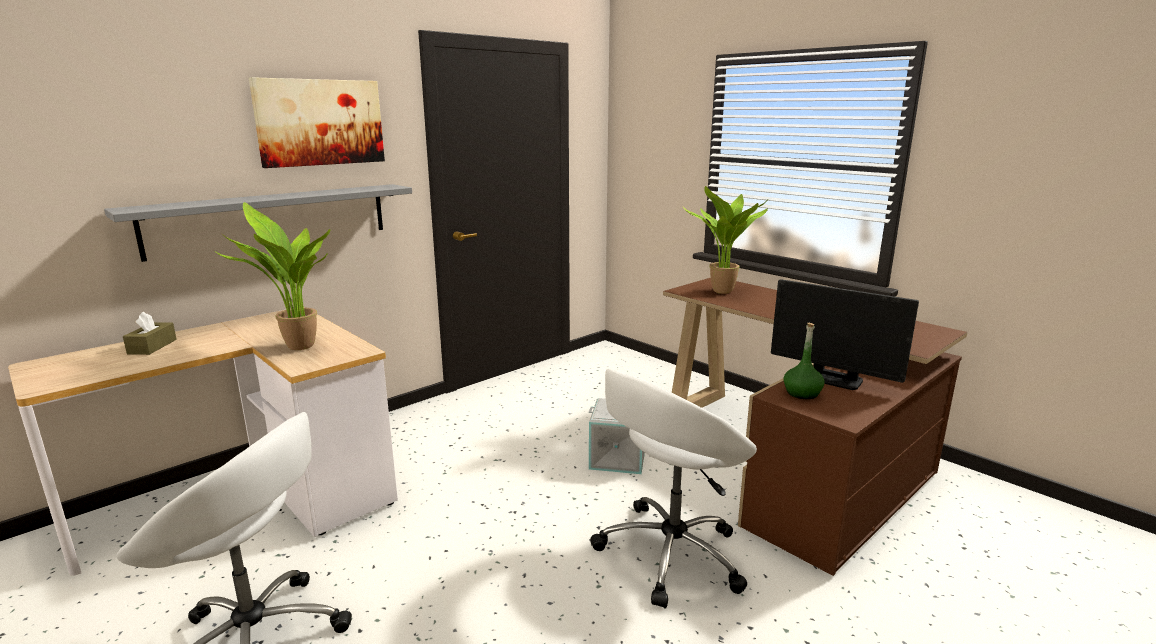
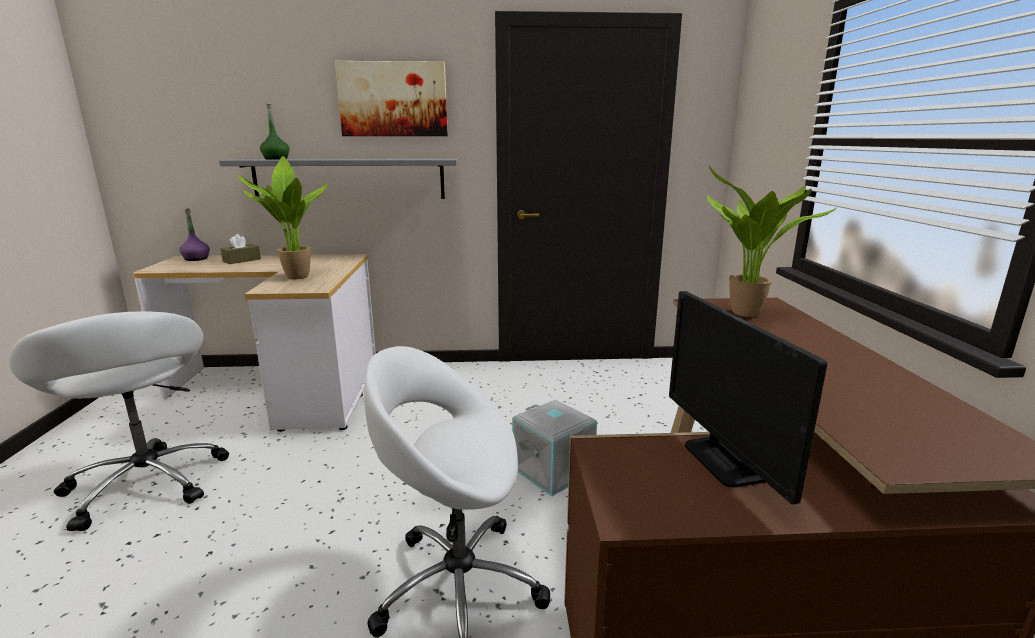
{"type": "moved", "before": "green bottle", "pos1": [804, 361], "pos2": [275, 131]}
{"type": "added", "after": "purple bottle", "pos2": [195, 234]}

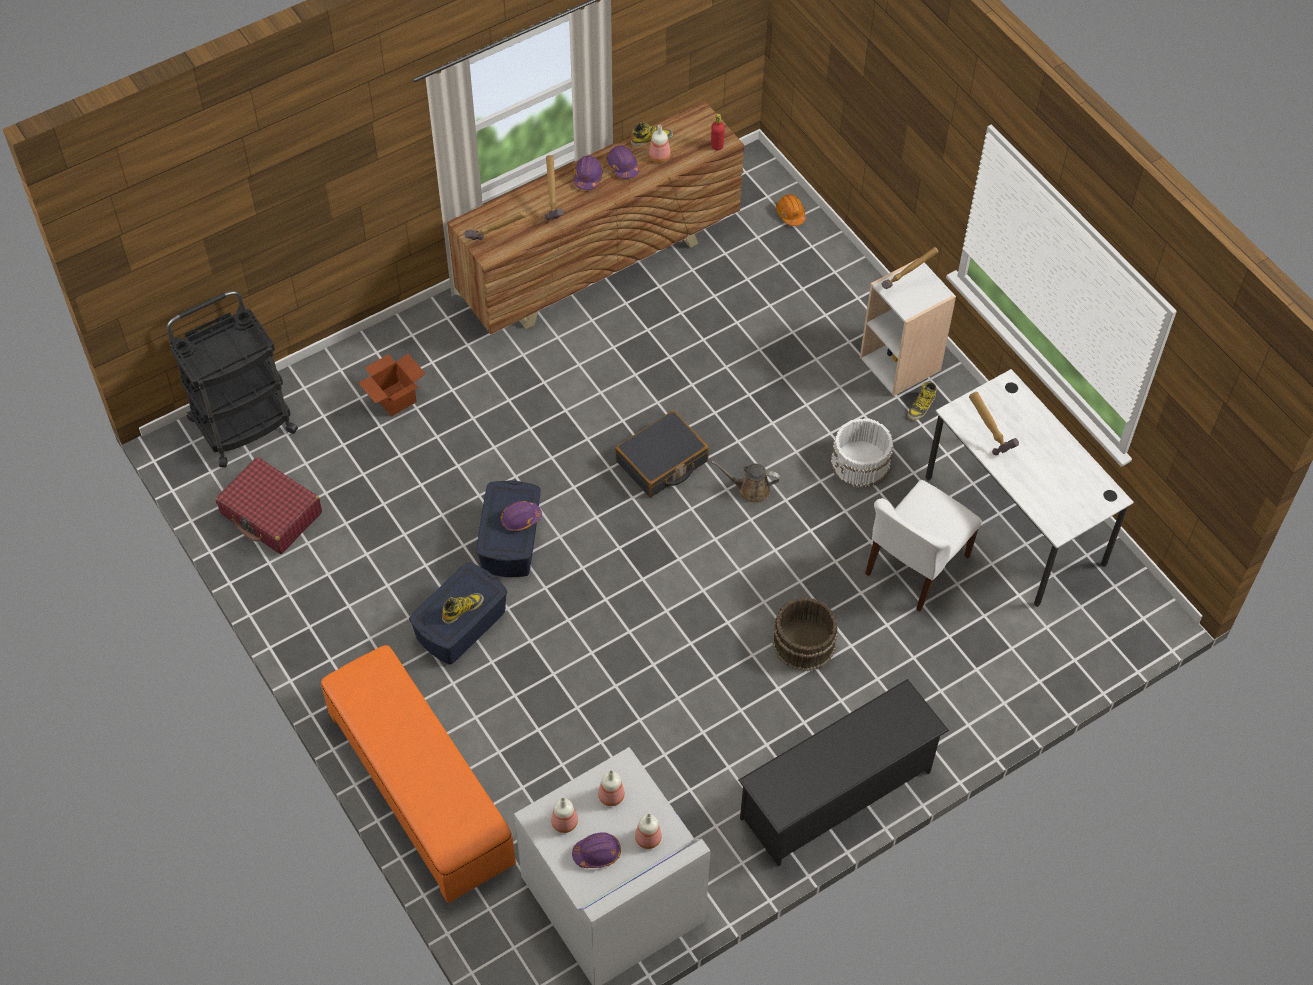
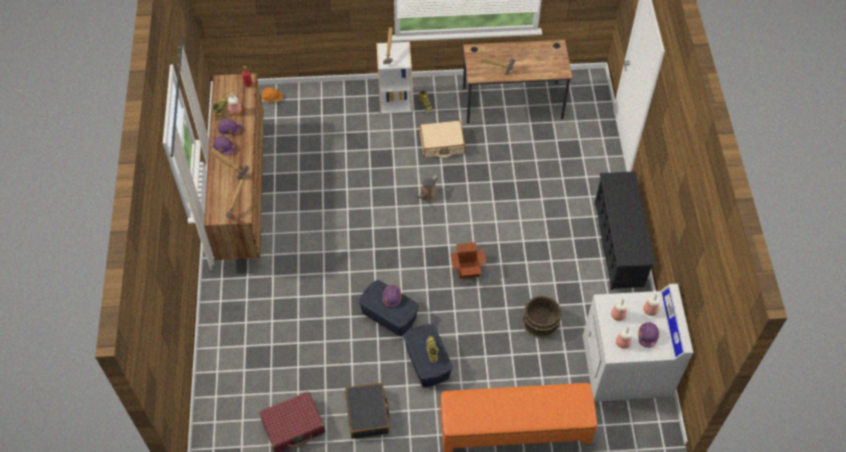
{"type": "removed", "before": "black cart", "pos1": [232, 379]}
{"type": "moved", "before": "cardboard box", "pos1": [391, 385], "pos2": [468, 260]}
{"type": "moved", "before": "black suitcase", "pos1": [662, 454], "pos2": [367, 410]}
{"type": "moved", "before": "brown bucket", "pos1": [805, 634], "pos2": [541, 317]}
{"type": "replaced", "before": "white bucket", "after": "beige suitcase", "pos1": [862, 453], "pos2": [443, 139]}
{"type": "removed", "before": "white chair", "pos1": [923, 546]}
{"type": "recoloured", "before": "white desk", "after": "brown desk", "pos1": [1030, 488], "pos2": [517, 82]}

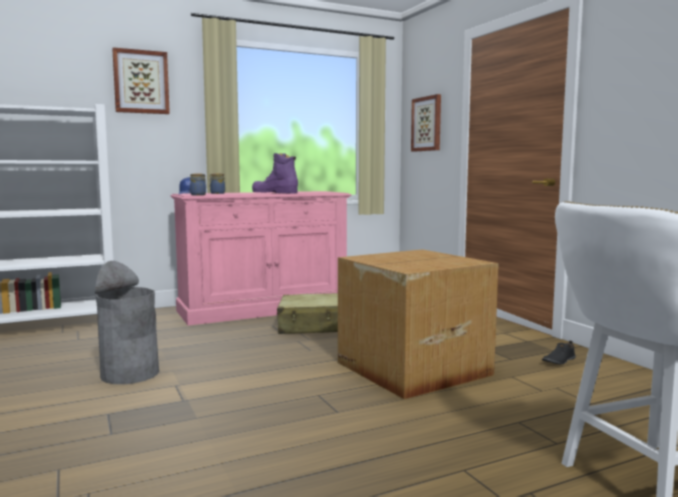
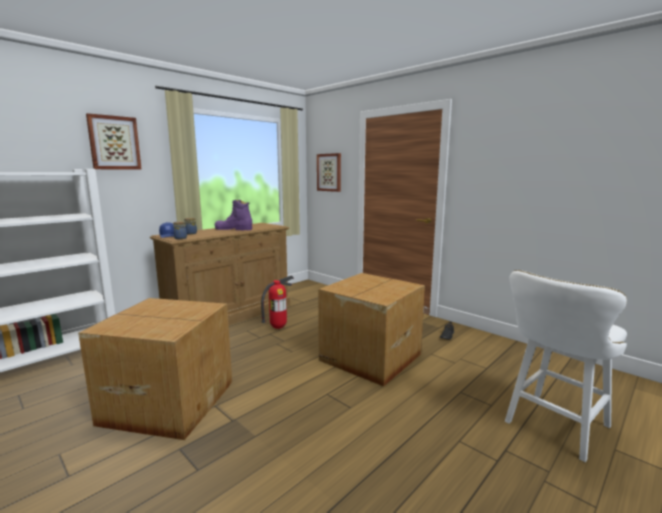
{"type": "replaced", "before": "grey trash can", "after": "cardboard box", "pos1": [127, 322], "pos2": [155, 369]}
{"type": "recoloured", "before": "pink cabinet", "after": "brown cabinet", "pos1": [260, 258], "pos2": [220, 274]}
{"type": "replaced", "before": "beige suitcase", "after": "fire extinguisher", "pos1": [307, 313], "pos2": [277, 302]}

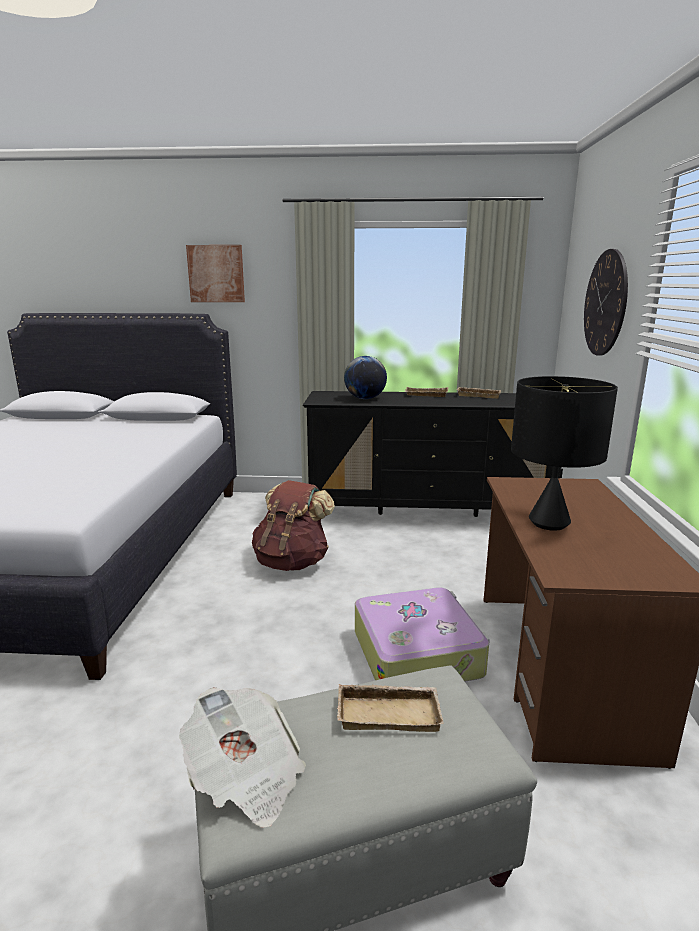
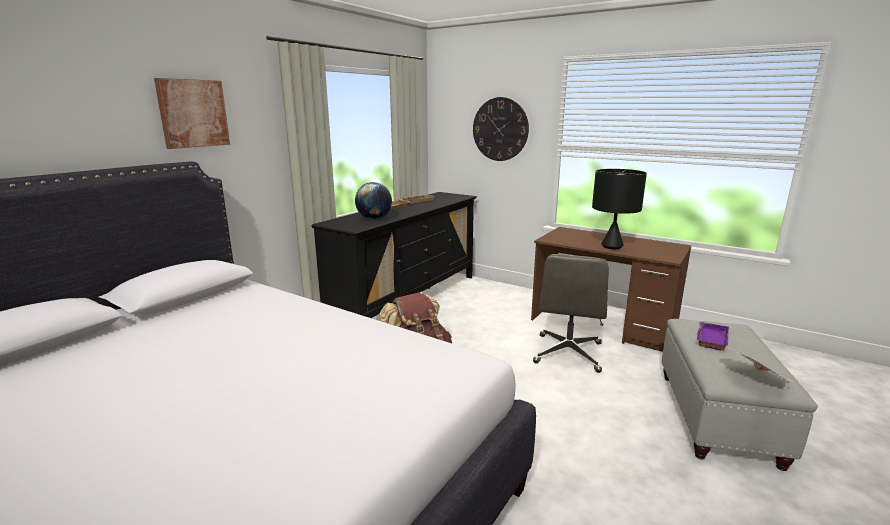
{"type": "recoloured", "before": "beige tray", "after": "purple tray", "pos1": [390, 708], "pos2": [713, 336]}
{"type": "replaced", "before": "suitcase", "after": "grey office chair", "pos1": [422, 634], "pos2": [571, 313]}

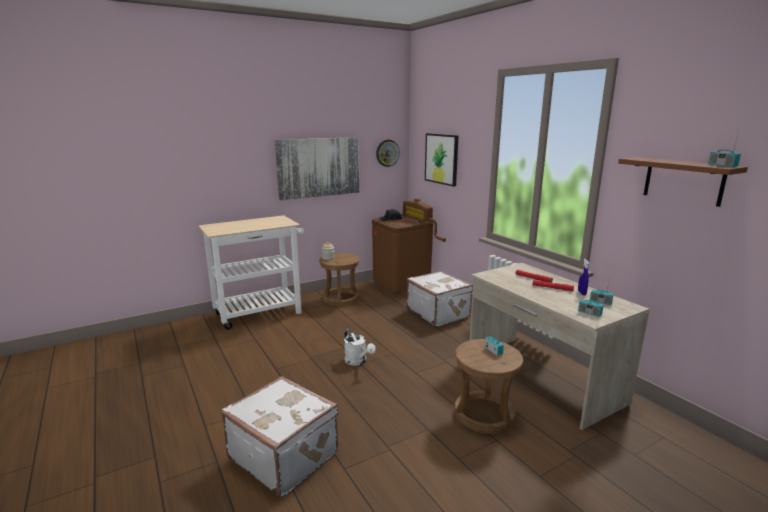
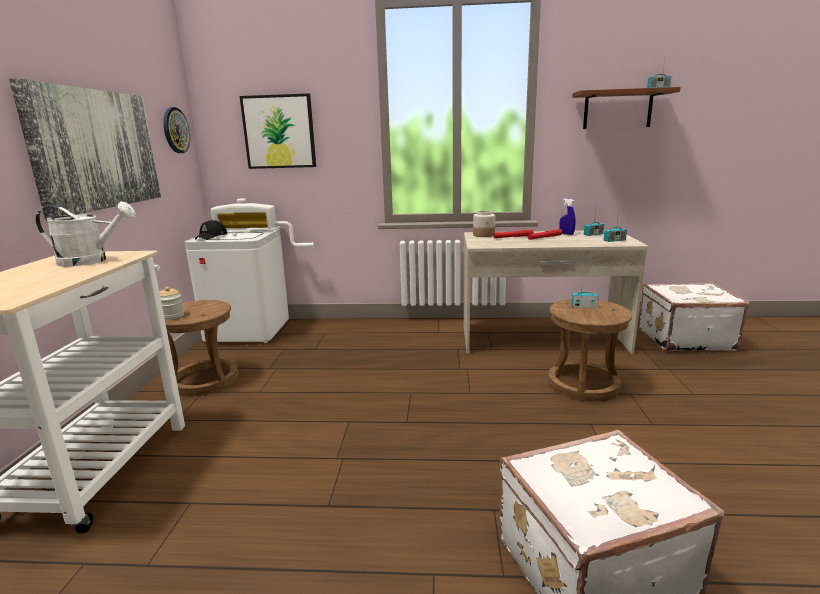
{"type": "moved", "before": "white watering can", "pos1": [360, 347], "pos2": [85, 234]}
{"type": "recoloured", "before": "brown washing machine", "after": "white washing machine", "pos1": [409, 246], "pos2": [249, 270]}
{"type": "moved", "before": "white suitcase", "pos1": [440, 299], "pos2": [694, 317]}
{"type": "added", "after": "jar", "pos2": [484, 224]}

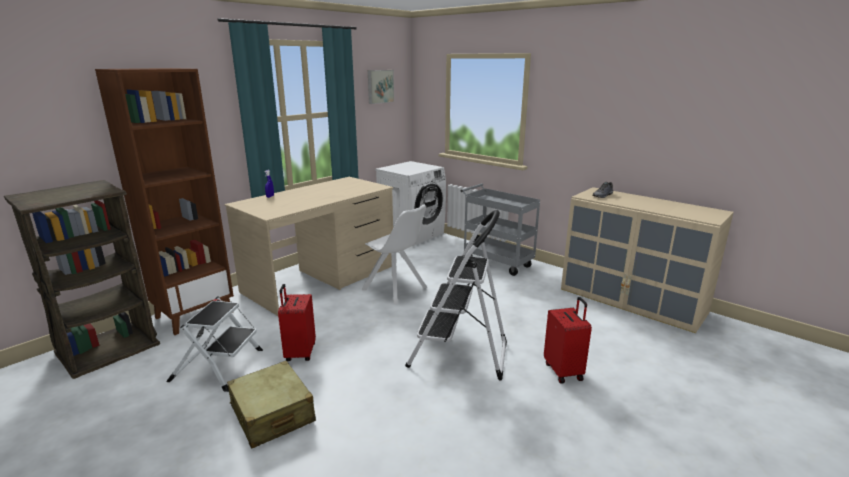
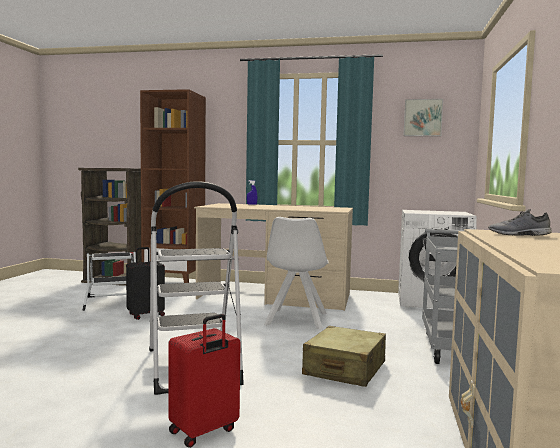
{"type": "moved", "before": "beige suitcase", "pos1": [271, 404], "pos2": [344, 356]}
{"type": "recoloured", "before": "red suitcase", "after": "black suitcase", "pos1": [297, 322], "pos2": [145, 283]}

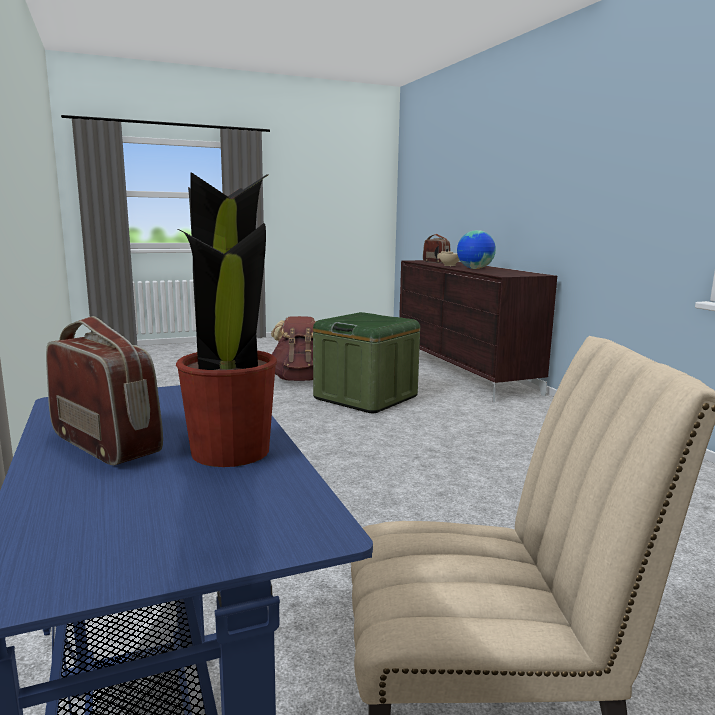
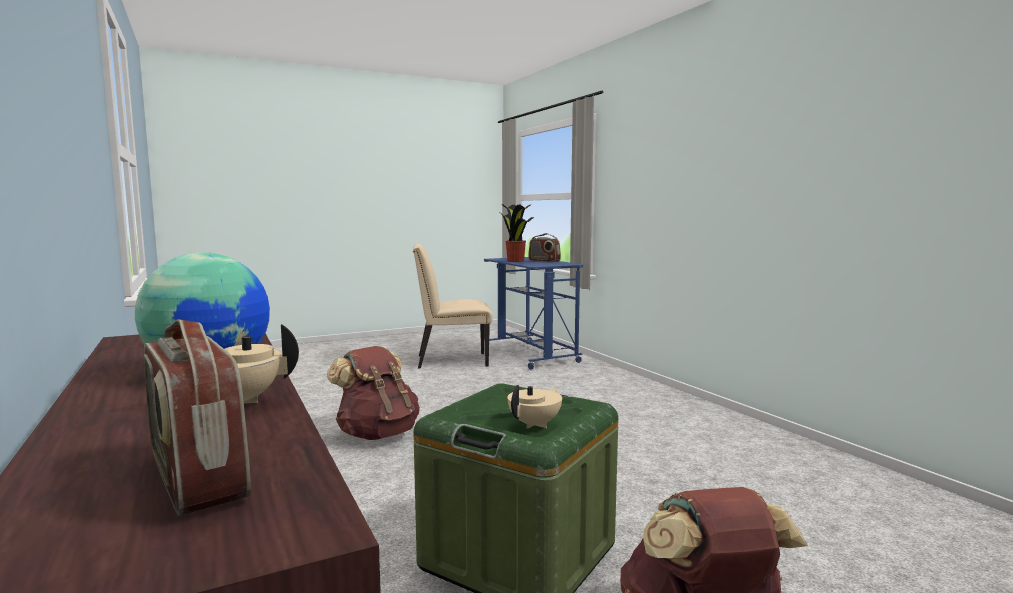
{"type": "added", "after": "brown backpack", "pos2": [373, 393]}
{"type": "added", "after": "beige teapot", "pos2": [534, 407]}

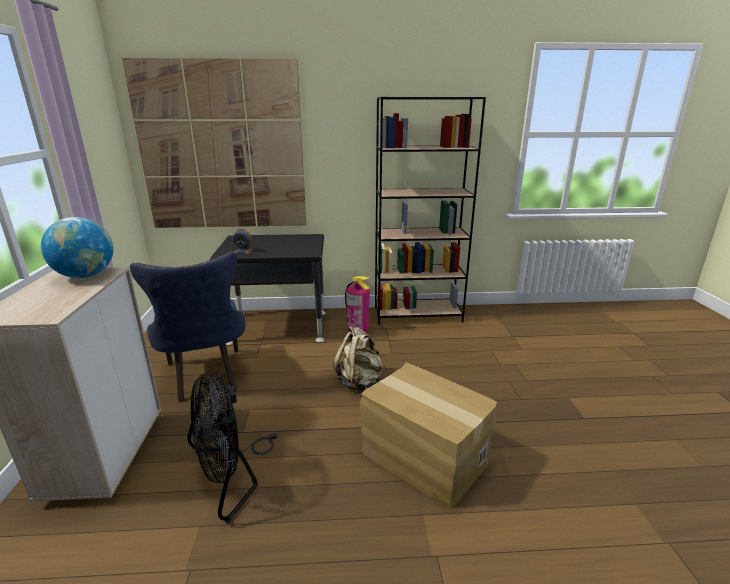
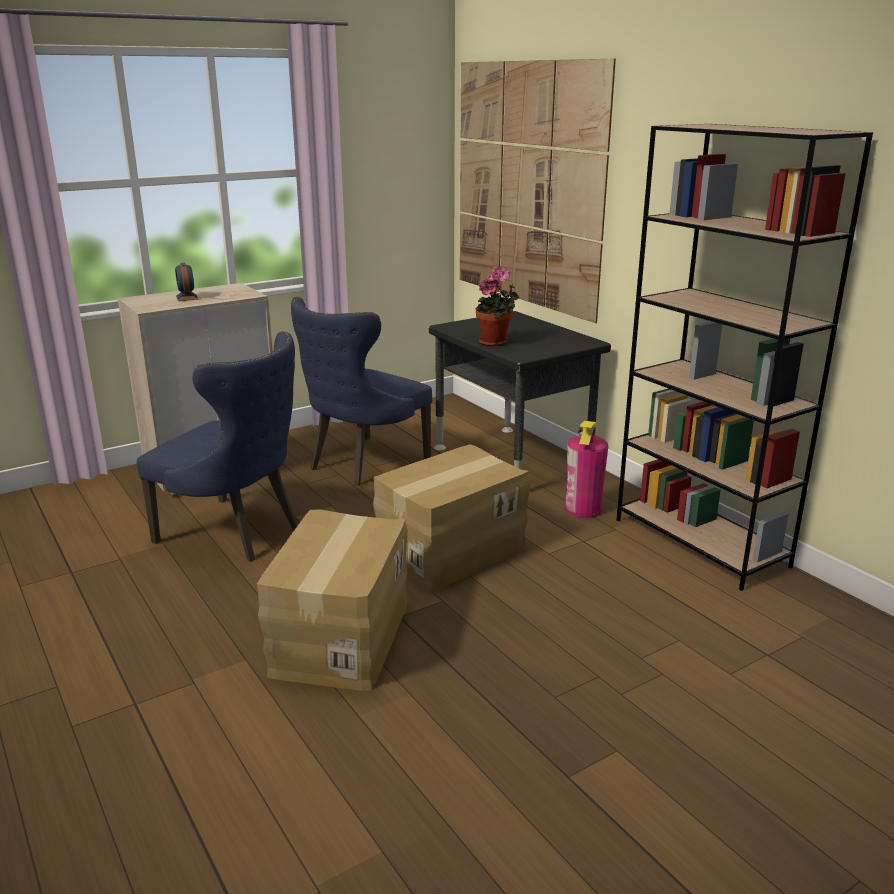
{"type": "removed", "before": "globe", "pos1": [77, 247]}
{"type": "replaced", "before": "black fan", "after": "blue chair", "pos1": [232, 448], "pos2": [217, 446]}
{"type": "moved", "before": "alarm clock", "pos1": [243, 241], "pos2": [186, 282]}
{"type": "replaced", "before": "beige backpack", "after": "cardboard box", "pos1": [357, 359], "pos2": [452, 518]}
{"type": "added", "after": "potted plant", "pos2": [498, 306]}

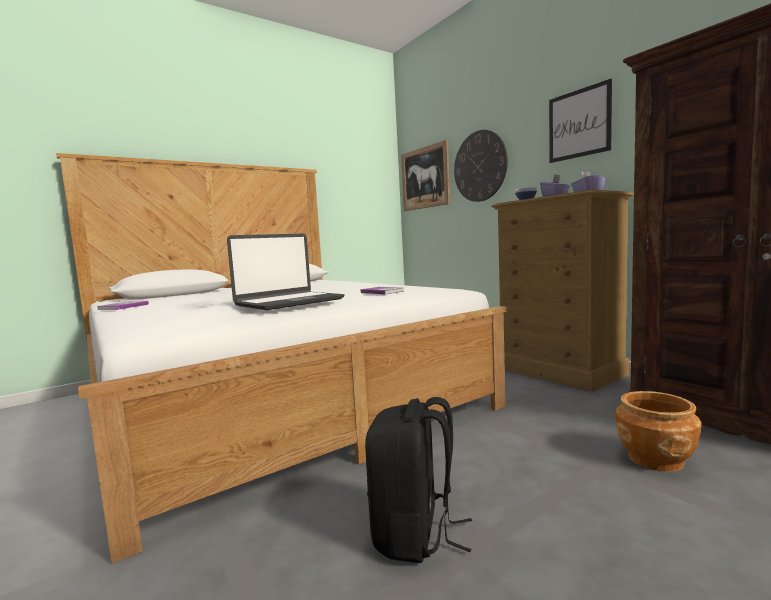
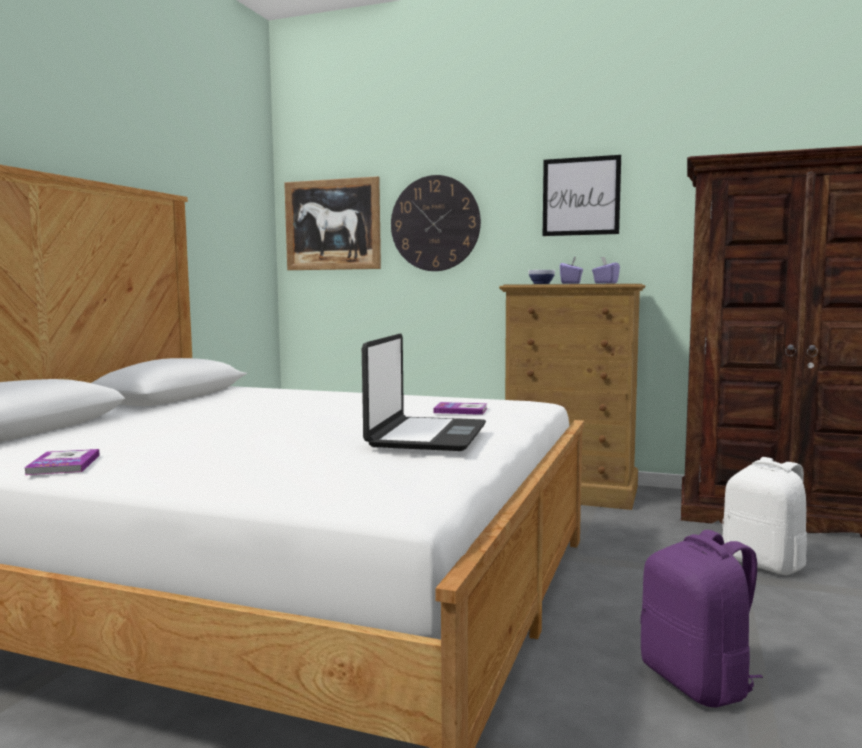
{"type": "recoloured", "before": "black backpack", "after": "purple backpack", "pos1": [418, 480], "pos2": [701, 618]}
{"type": "replaced", "before": "brown planter", "after": "white backpack", "pos1": [658, 431], "pos2": [764, 516]}

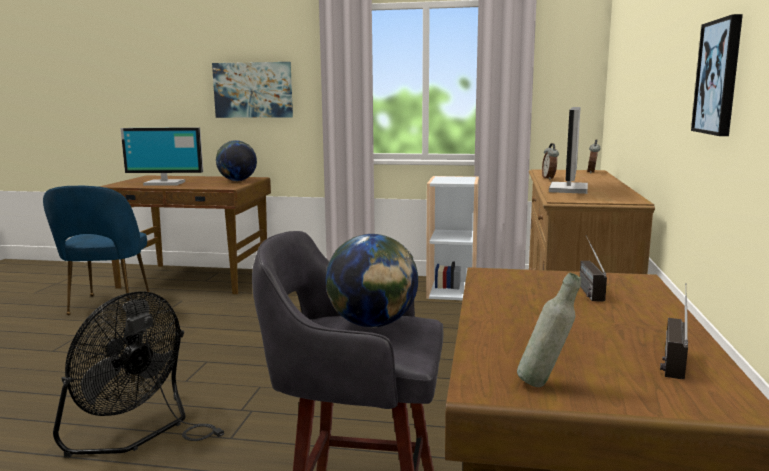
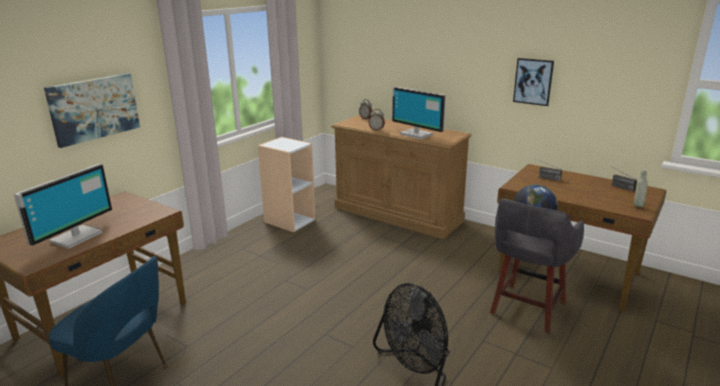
{"type": "removed", "before": "globe", "pos1": [236, 160]}

